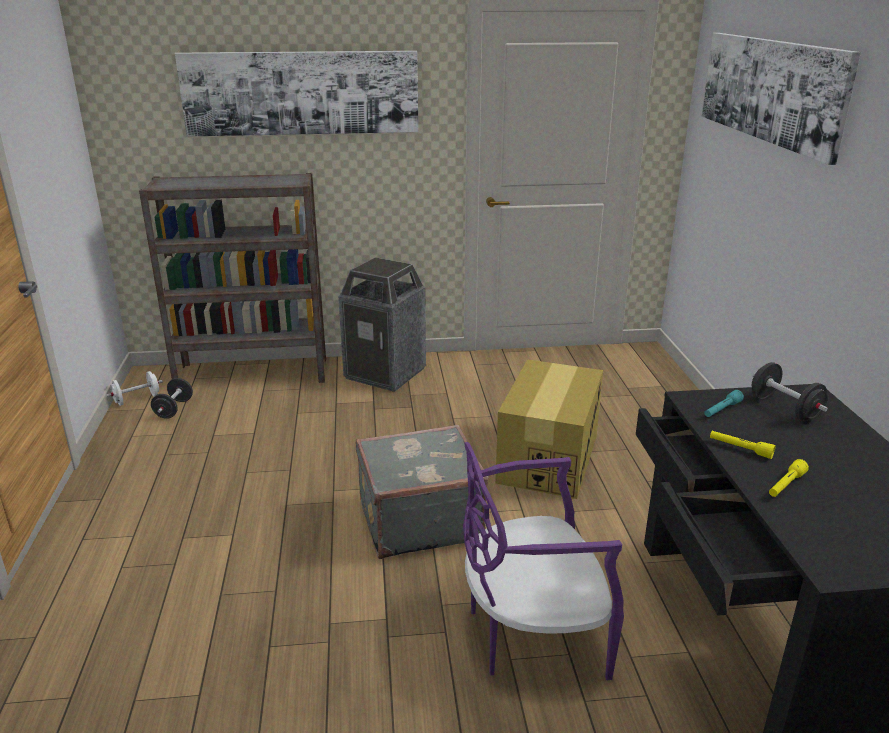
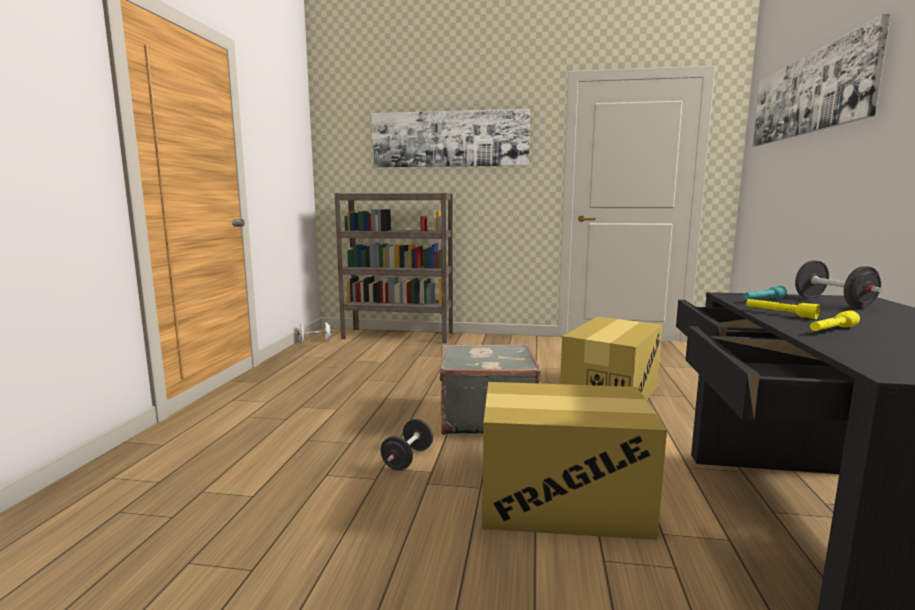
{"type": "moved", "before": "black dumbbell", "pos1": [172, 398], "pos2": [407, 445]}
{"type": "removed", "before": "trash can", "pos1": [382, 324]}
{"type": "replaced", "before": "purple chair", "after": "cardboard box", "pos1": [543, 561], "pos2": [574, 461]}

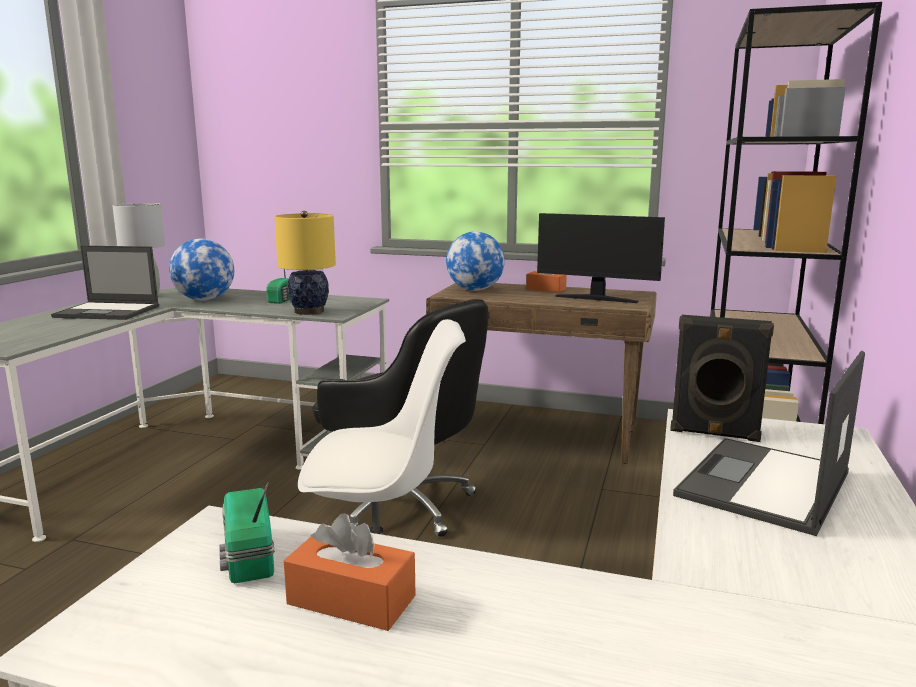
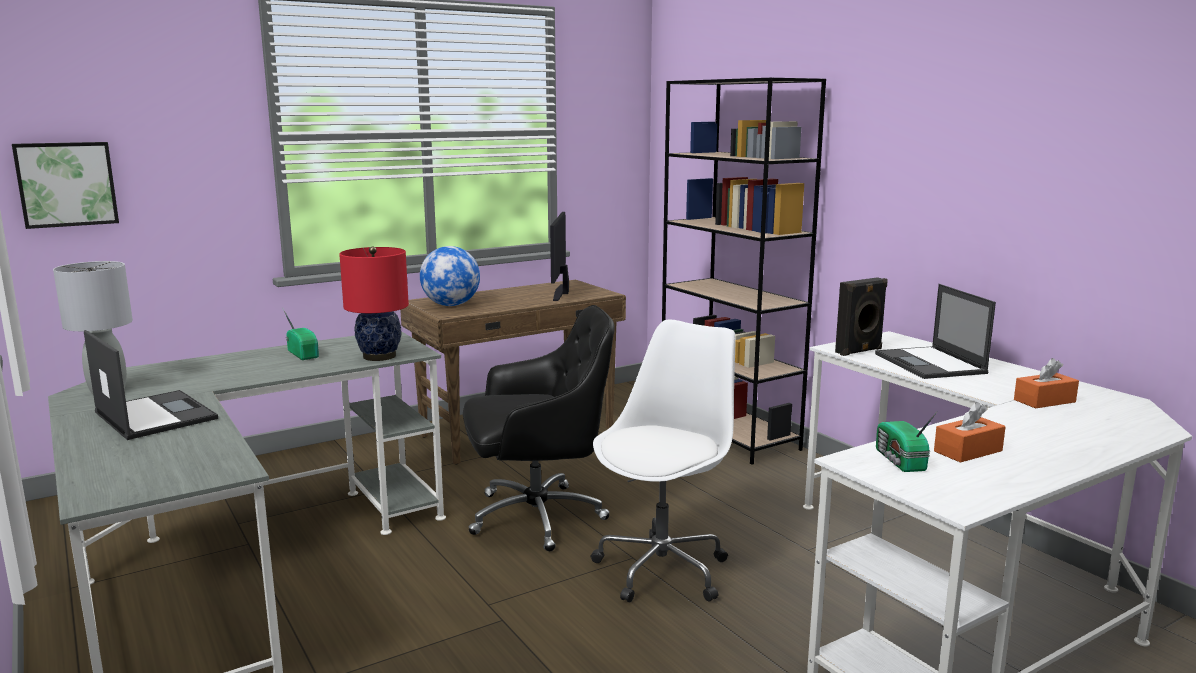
{"type": "turned", "before": "laptop", "pos1": [105, 283], "pos2": [151, 385], "turn": -90}
{"type": "removed", "before": "globe", "pos1": [201, 270]}
{"type": "turned", "before": "radio", "pos1": [247, 532], "pos2": [906, 442], "turn": 60}
{"type": "recoloured", "before": "yellow table lamp", "after": "red table lamp", "pos1": [305, 263], "pos2": [374, 303]}
{"type": "moved", "before": "orange tissue box", "pos1": [546, 278], "pos2": [1046, 383]}
{"type": "turned", "before": "monitor", "pos1": [601, 258], "pos2": [559, 256], "turn": 120}
{"type": "added", "after": "picture", "pos2": [65, 185]}

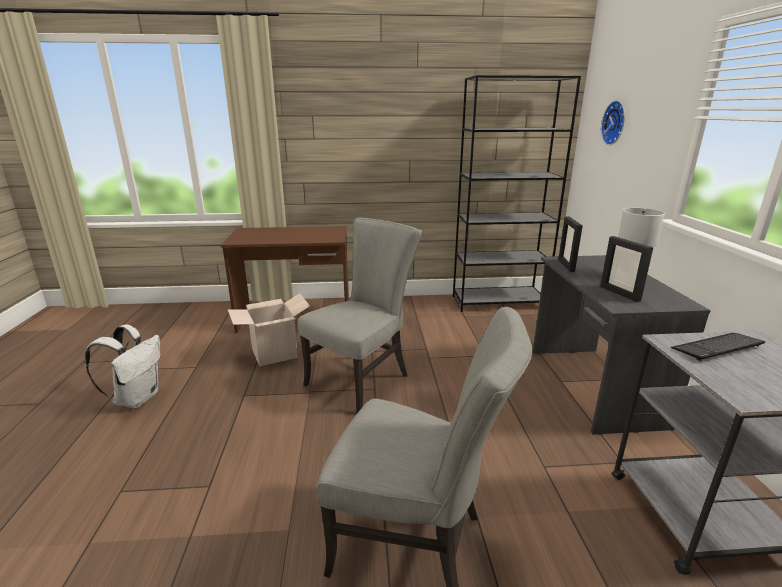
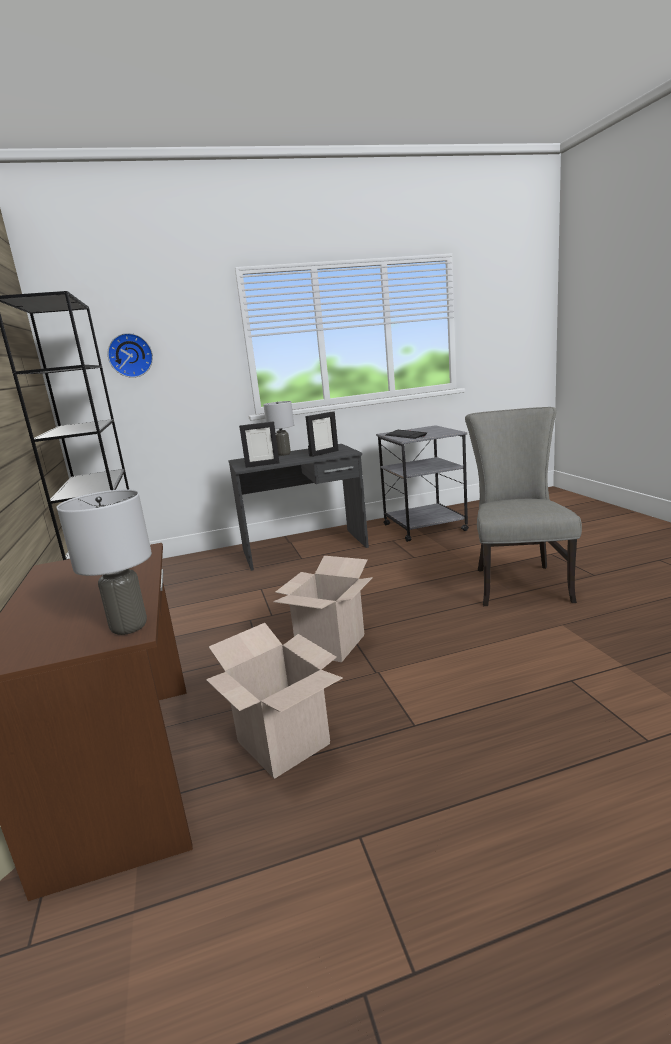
{"type": "removed", "before": "white backpack", "pos1": [123, 366]}
{"type": "replaced", "before": "grey chair", "after": "cardboard box", "pos1": [360, 315], "pos2": [323, 609]}
{"type": "added", "after": "white table lamp", "pos2": [104, 562]}

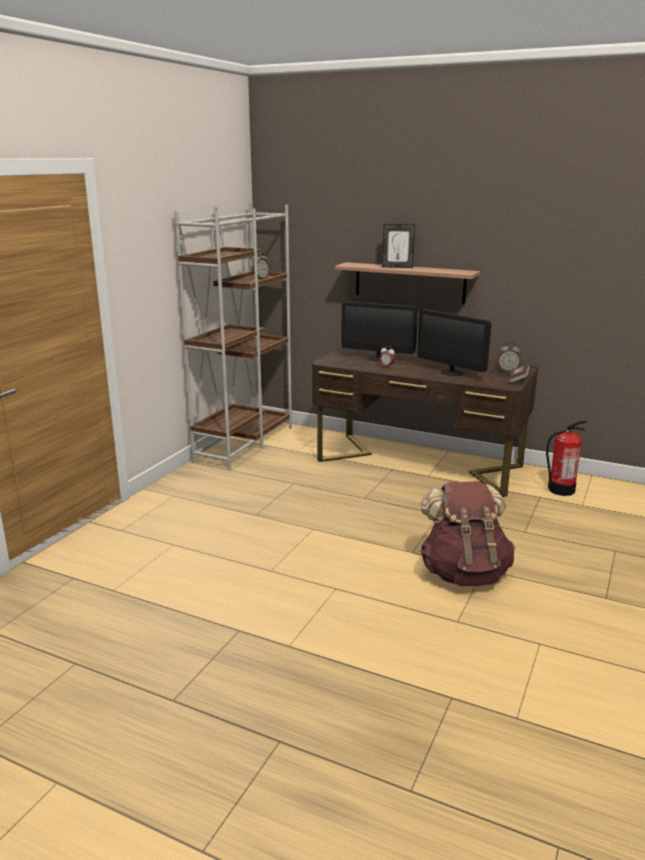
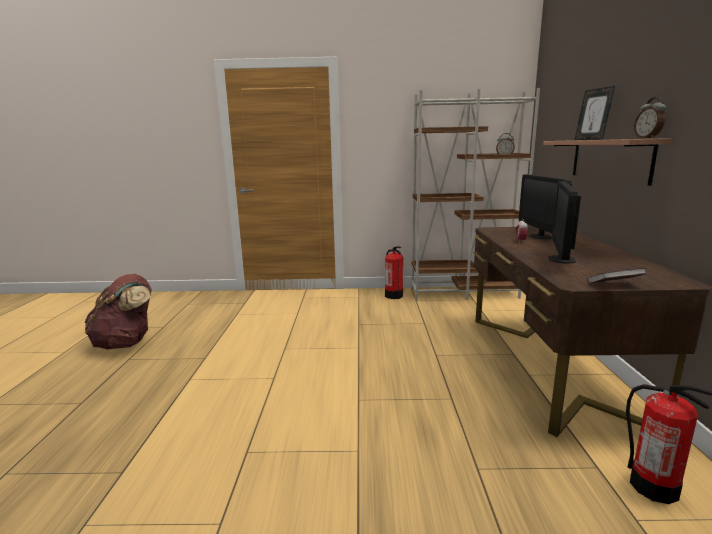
{"type": "moved", "before": "brown backpack", "pos1": [467, 533], "pos2": [118, 311]}
{"type": "moved", "before": "alarm clock", "pos1": [509, 357], "pos2": [650, 118]}
{"type": "added", "after": "fire extinguisher", "pos2": [394, 272]}

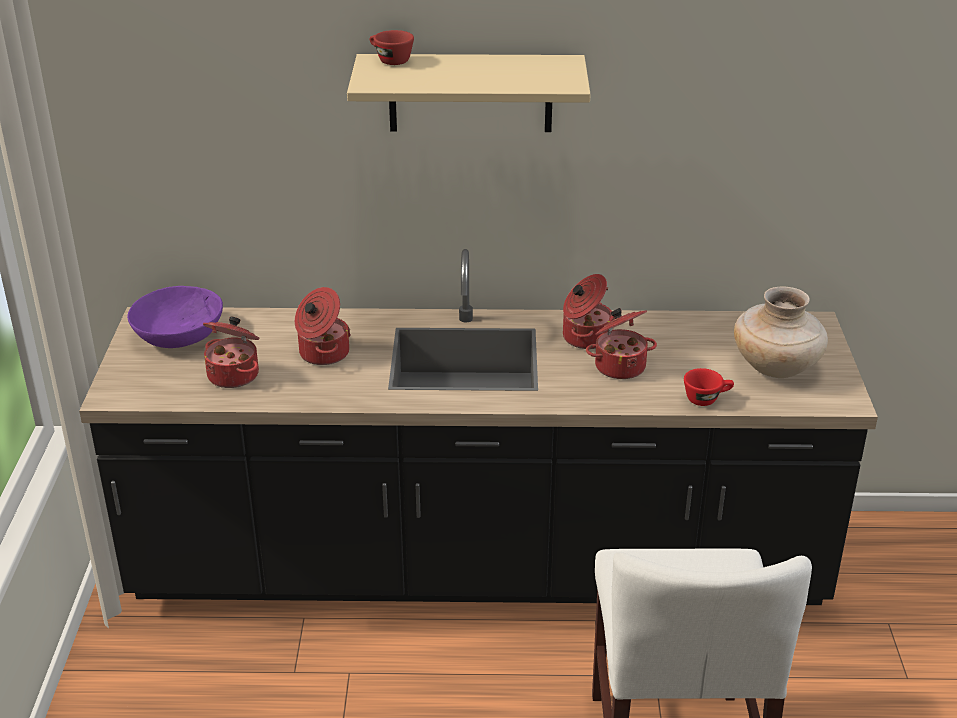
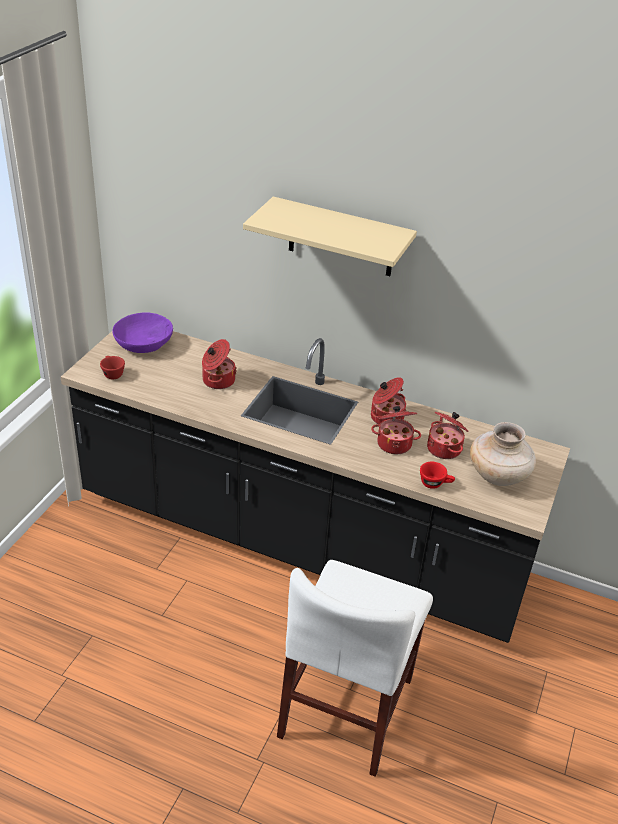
{"type": "moved", "before": "cooking pot", "pos1": [231, 352], "pos2": [448, 435]}
{"type": "moved", "before": "red cup", "pos1": [391, 47], "pos2": [112, 367]}

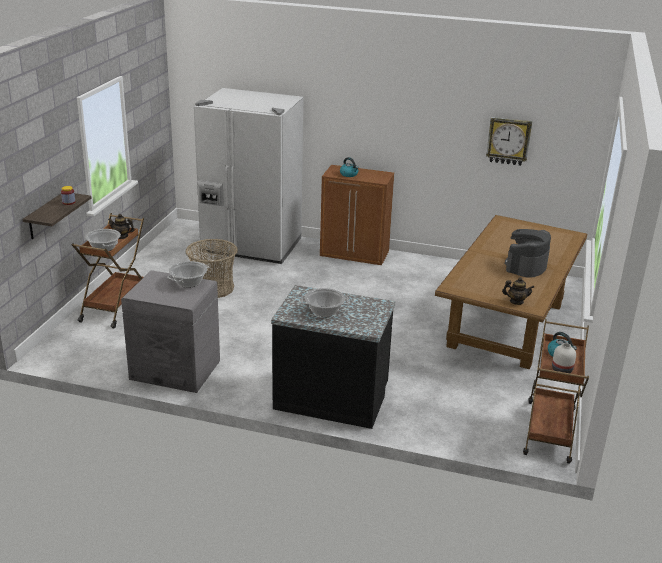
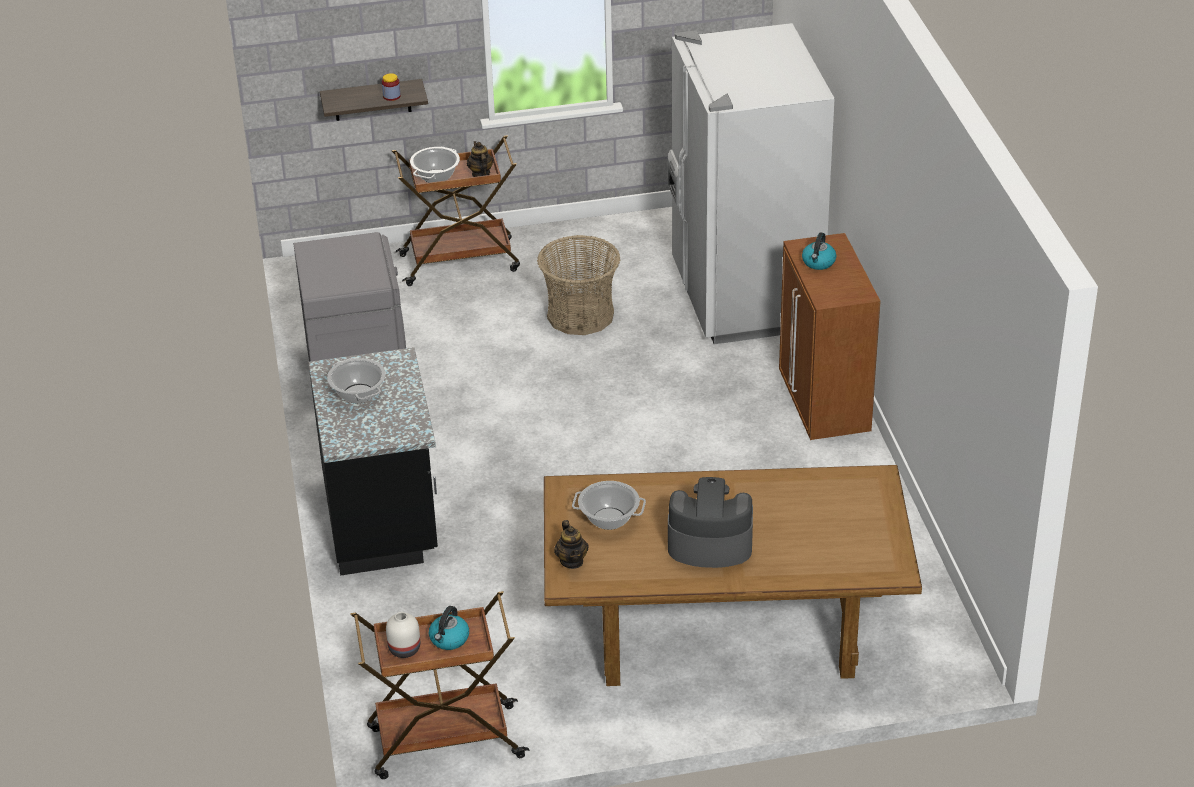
{"type": "moved", "before": "cooking pot", "pos1": [188, 274], "pos2": [609, 505]}
{"type": "removed", "before": "wall clock", "pos1": [509, 141]}

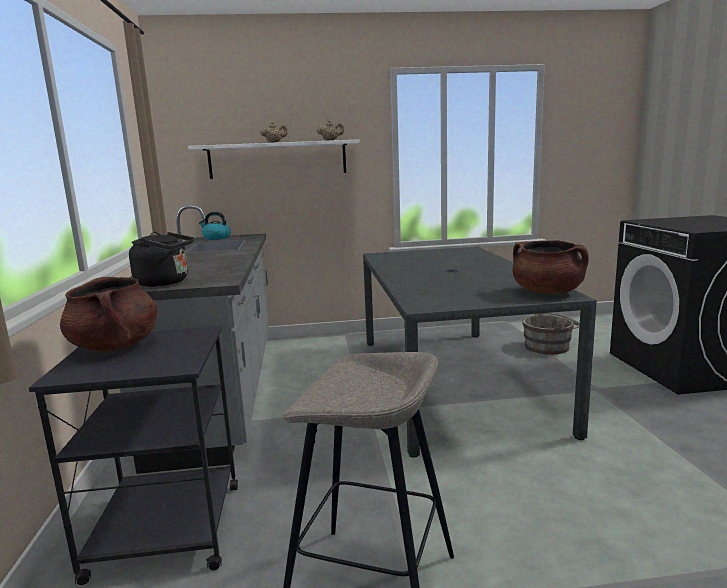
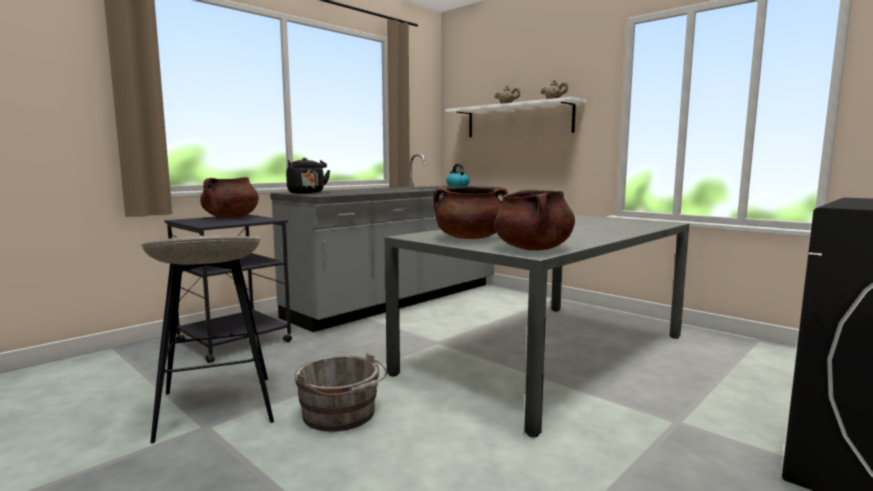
{"type": "moved", "before": "grey bucket", "pos1": [550, 334], "pos2": [341, 392]}
{"type": "added", "after": "brown cooking pot", "pos2": [470, 213]}

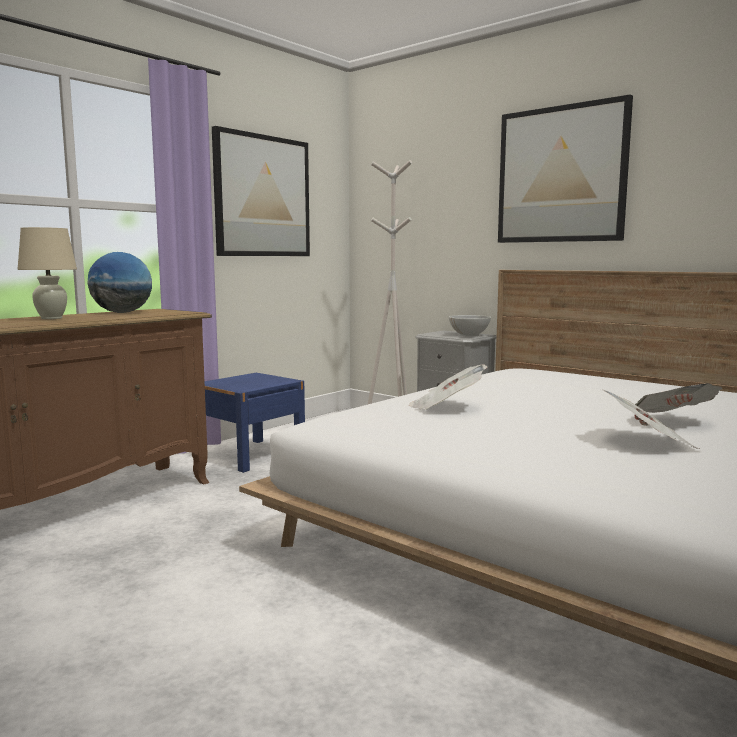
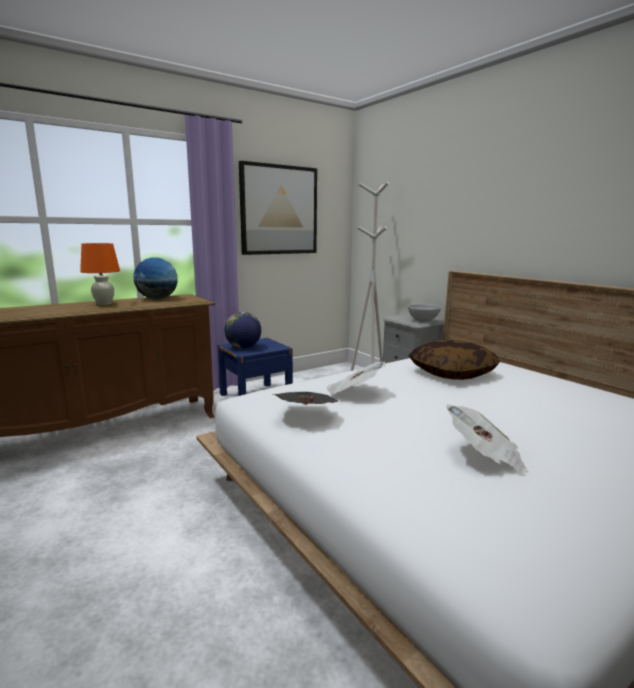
{"type": "recoloured", "before": "beige table lamp", "after": "orange table lamp", "pos1": [47, 273], "pos2": [100, 274]}
{"type": "removed", "before": "picture", "pos1": [565, 168]}
{"type": "moved", "before": "newspaper", "pos1": [678, 398], "pos2": [305, 398]}
{"type": "added", "after": "globe", "pos2": [242, 330]}
{"type": "added", "after": "pillow", "pos2": [454, 360]}

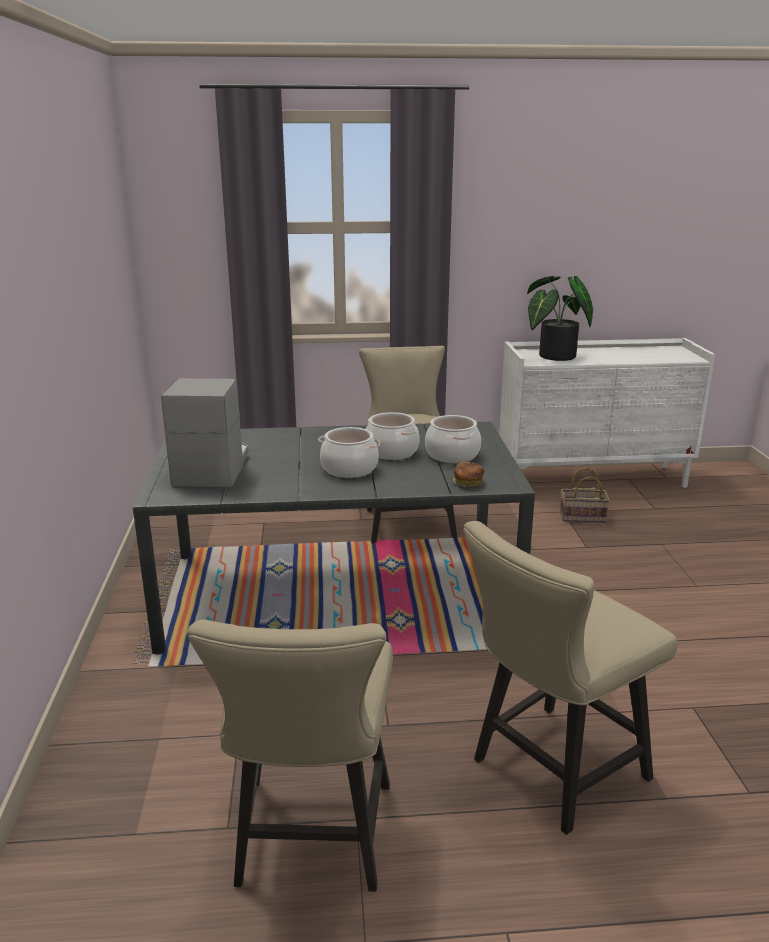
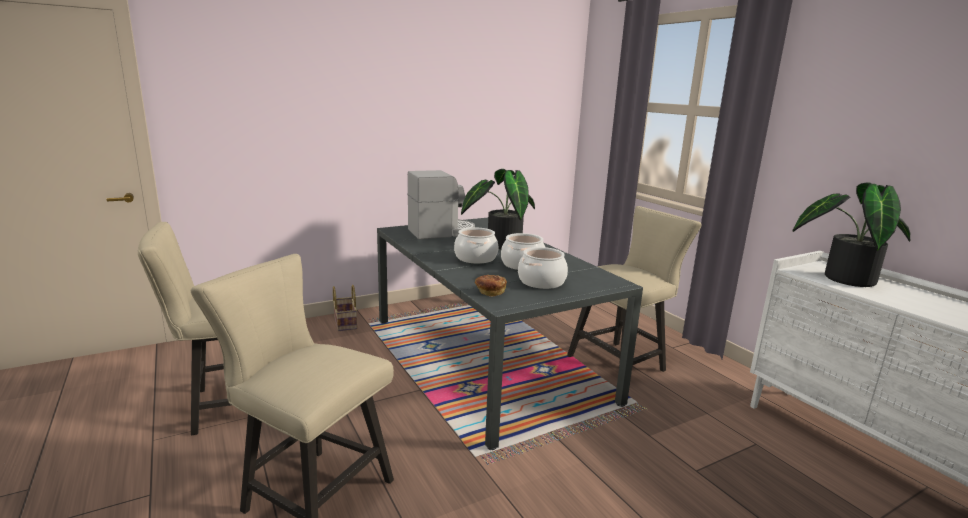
{"type": "moved", "before": "basket", "pos1": [585, 495], "pos2": [345, 308]}
{"type": "added", "after": "potted plant", "pos2": [498, 209]}

